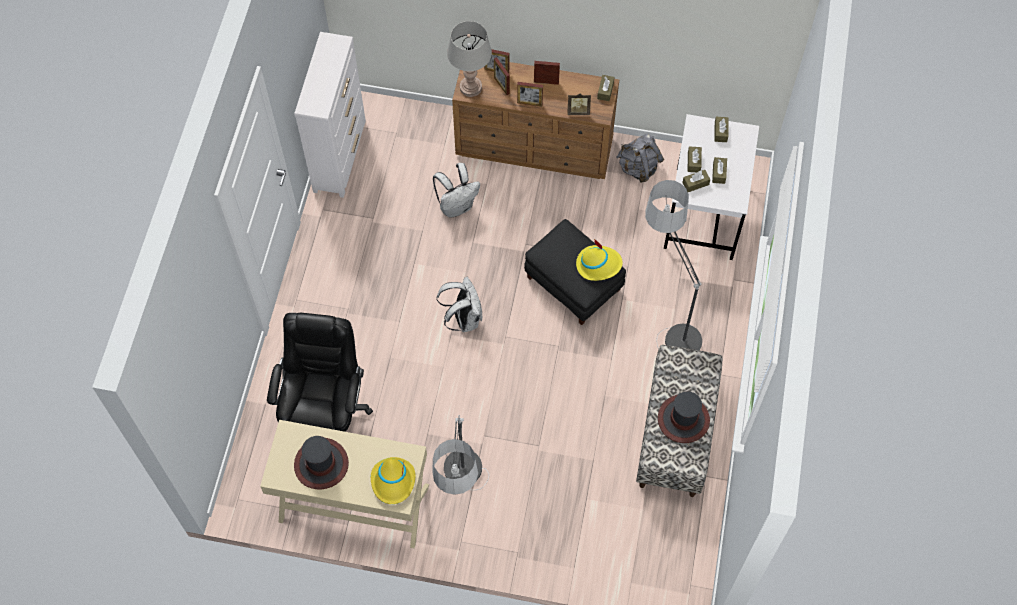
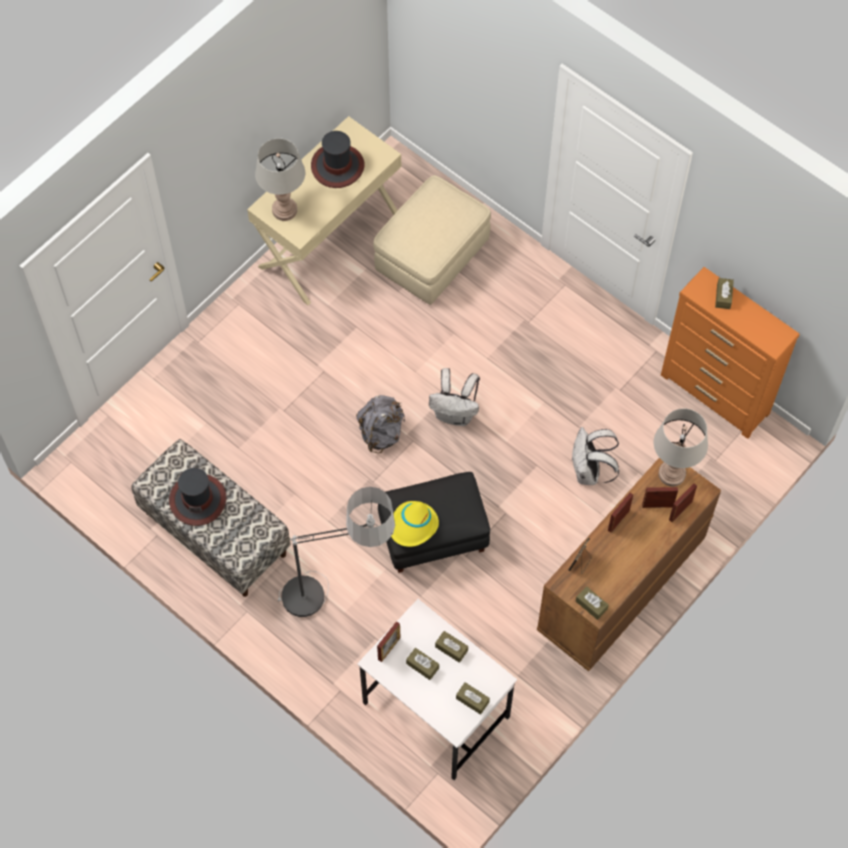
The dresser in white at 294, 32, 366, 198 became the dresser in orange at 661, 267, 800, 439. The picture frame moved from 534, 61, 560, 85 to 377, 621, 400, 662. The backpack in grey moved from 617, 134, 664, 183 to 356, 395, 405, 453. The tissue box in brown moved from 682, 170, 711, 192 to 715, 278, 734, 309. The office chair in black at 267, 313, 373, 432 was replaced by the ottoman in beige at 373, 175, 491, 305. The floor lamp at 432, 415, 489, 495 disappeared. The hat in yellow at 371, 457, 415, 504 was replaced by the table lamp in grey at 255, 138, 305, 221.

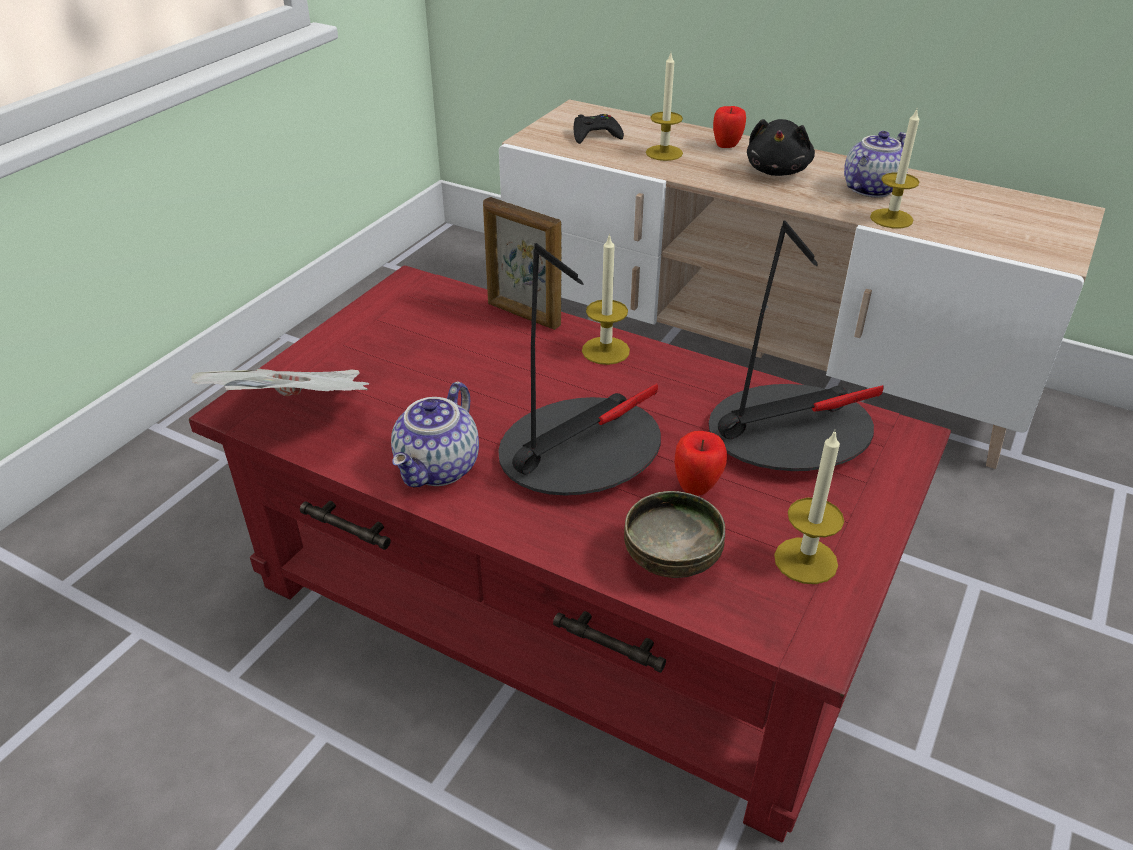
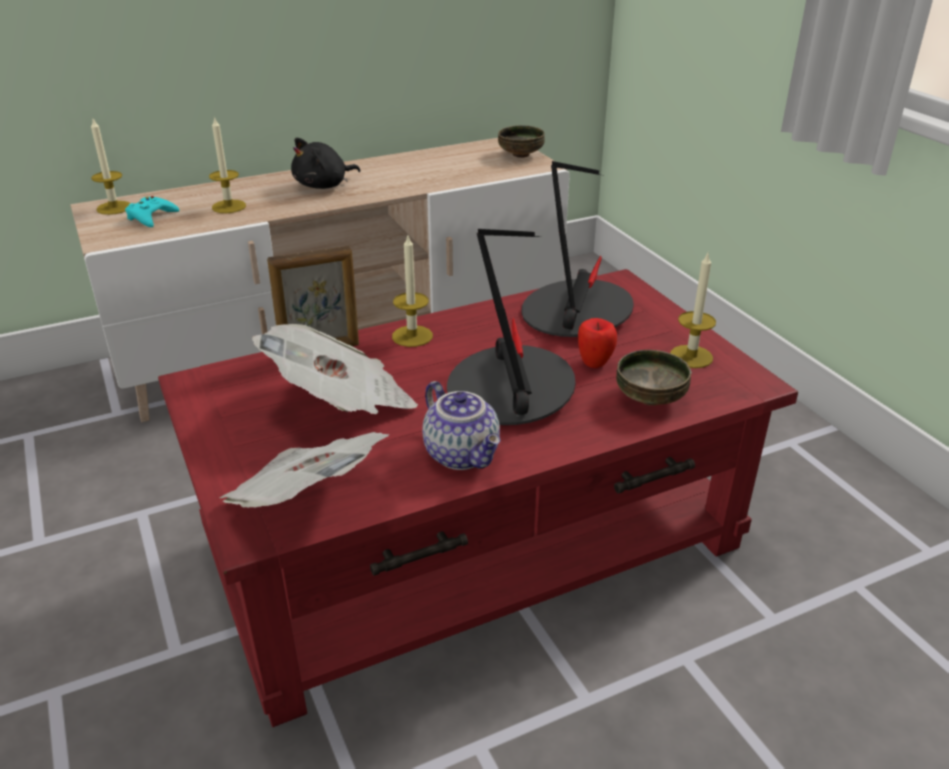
The apple at 713, 106, 746, 148 disappeared. The candle moved from 870, 109, 919, 228 to 91, 119, 131, 215. The game controller in black at 574, 114, 624, 144 became the game controller in turquoise at 125, 196, 179, 227. The plush toy in black at 747, 119, 815, 176 turned 90 degrees clockwise. The teapot at 844, 131, 908, 197 disappeared. The bowl at 498, 125, 545, 158 appeared. The newspaper at 252, 324, 418, 414 appeared.

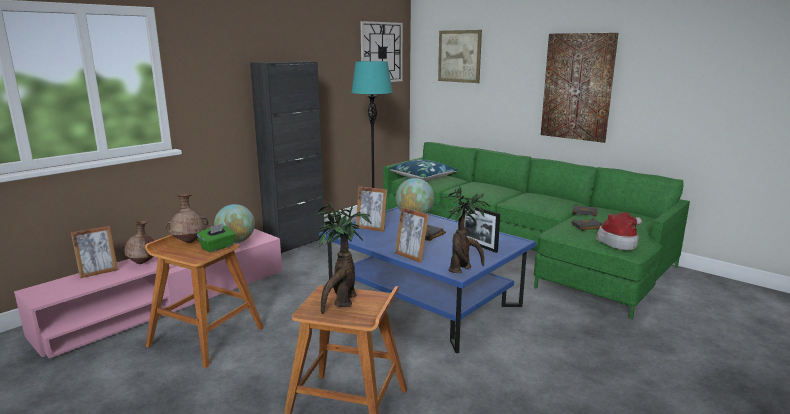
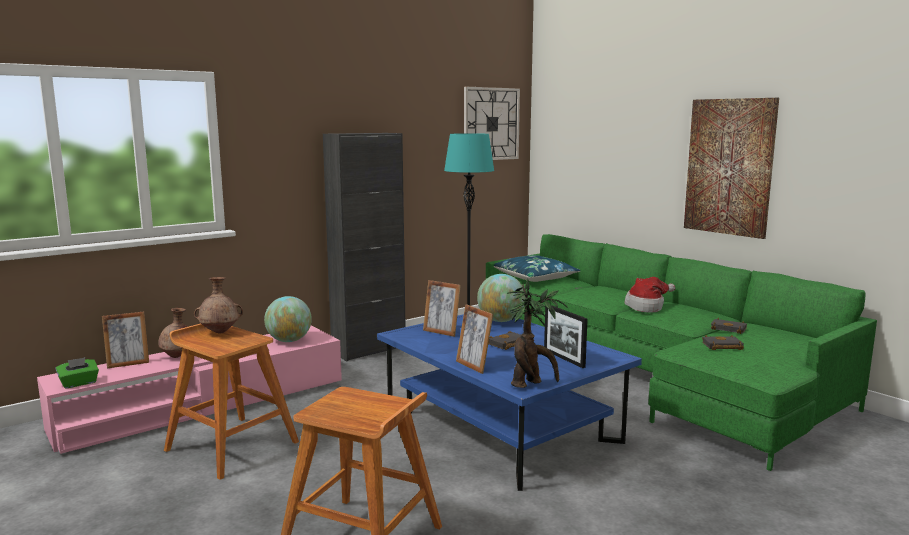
The picture at 438, 30, 482, 83 disappeared. The potted plant at 316, 200, 371, 314 disappeared. The hat moved from 596, 212, 642, 250 to 625, 277, 676, 313. The tissue box in green moved from 197, 223, 235, 252 to 55, 357, 99, 389.

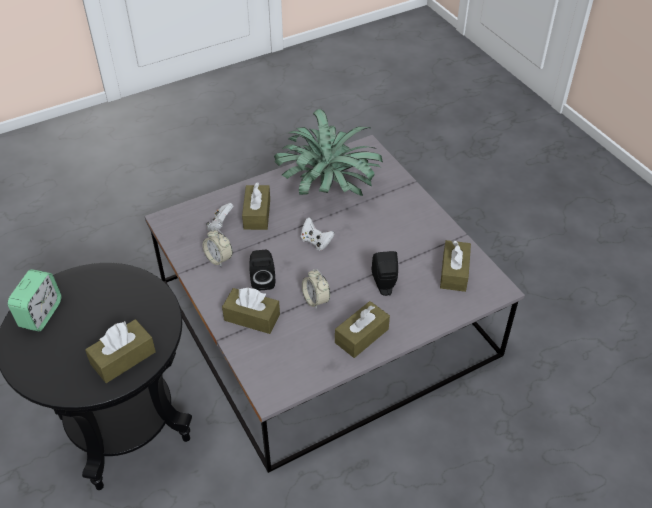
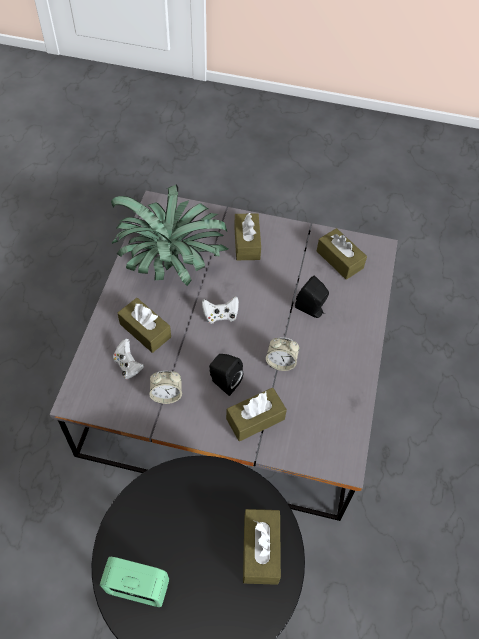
The alarm clock at 8, 269, 61, 331 turned 45 degrees counterclockwise. The tissue box in brown moved from 335, 301, 390, 358 to 234, 213, 261, 260.

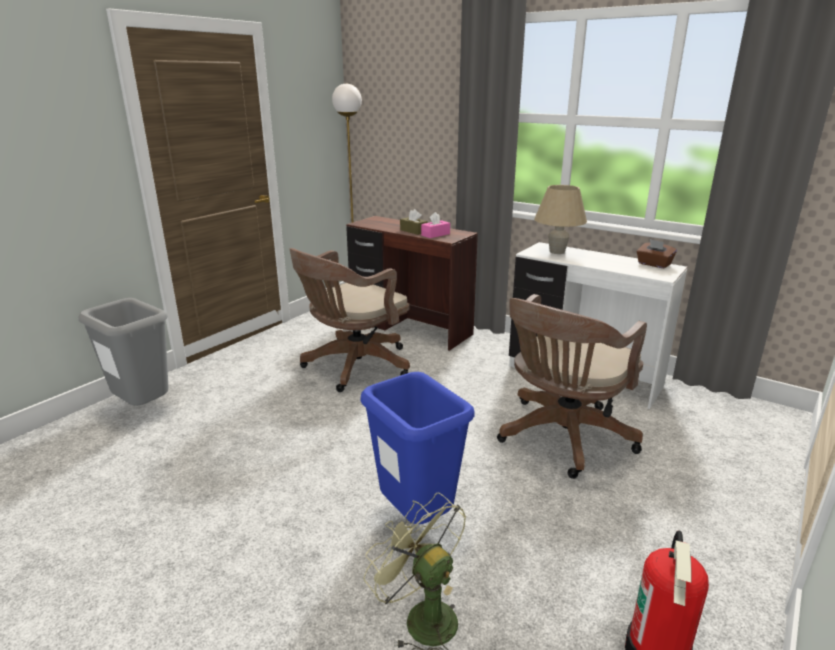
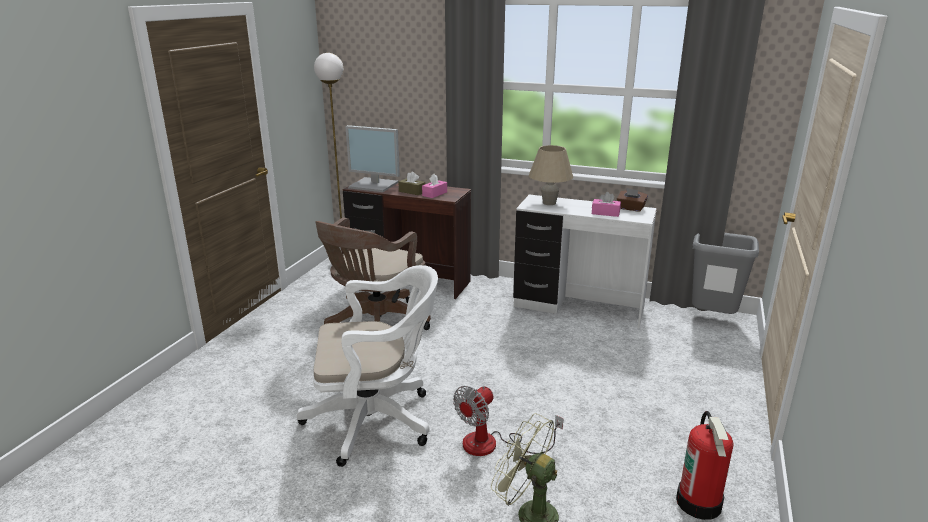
The office chair in brown at 497, 294, 647, 479 disappeared. The trash can in grey moved from 78, 298, 169, 405 to 692, 233, 759, 314. The trash can in blue at 361, 372, 474, 524 was replaced by the fan at 453, 386, 563, 456. The monitor at 345, 125, 400, 192 appeared. The tissue box in pink at 592, 192, 621, 217 appeared. The office chair in white at 297, 265, 438, 467 appeared.

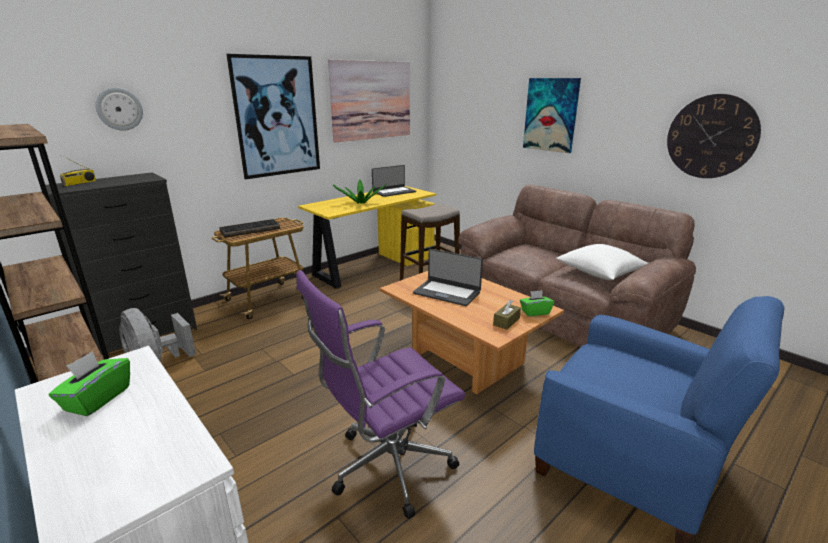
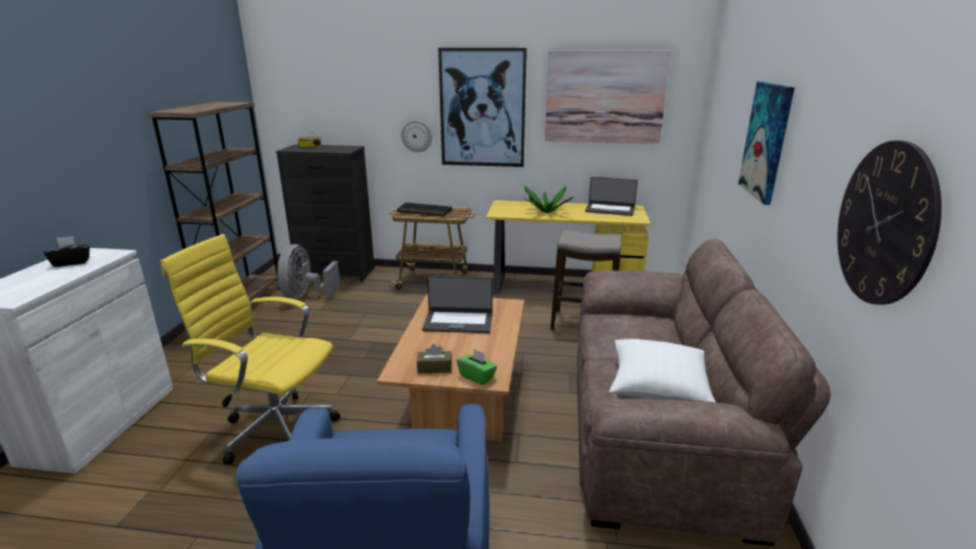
The wall clock moved from 95, 87, 143, 131 to 401, 120, 432, 152. The laptop at 413, 249, 483, 306 turned 75 degrees counterclockwise. The office chair in purple at 296, 270, 465, 519 became the office chair in yellow at 160, 234, 340, 465. The tissue box in green at 49, 351, 130, 416 became the tissue box in black at 43, 236, 90, 267.

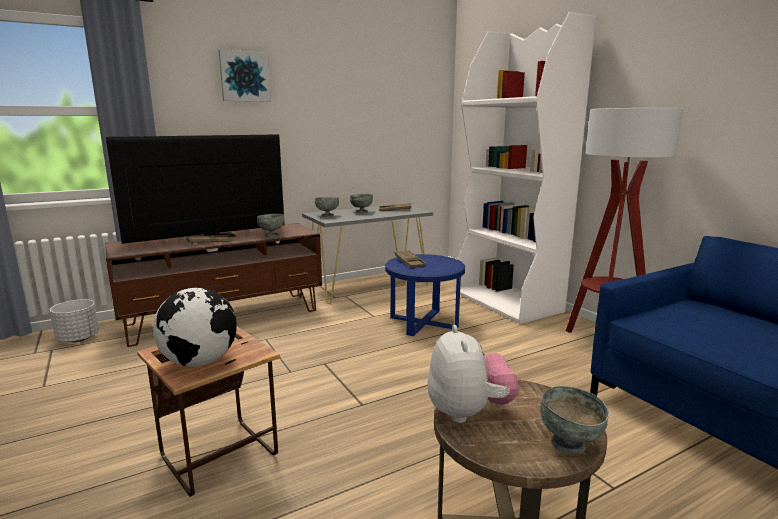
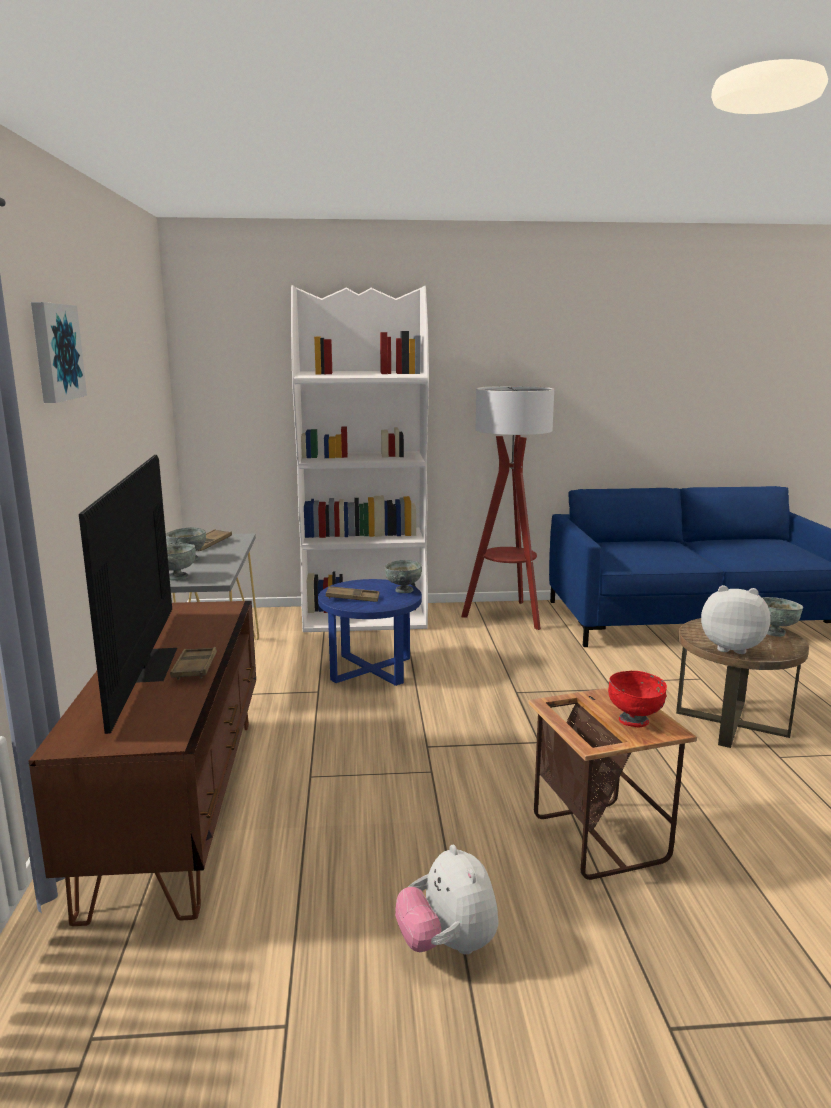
The bowl in grey moved from 257, 214, 284, 237 to 385, 560, 422, 593. The globe at 153, 287, 237, 367 was replaced by the bowl in red at 608, 671, 667, 727. The planter in white at 50, 299, 99, 343 disappeared. The plush toy at 395, 845, 498, 955 appeared.

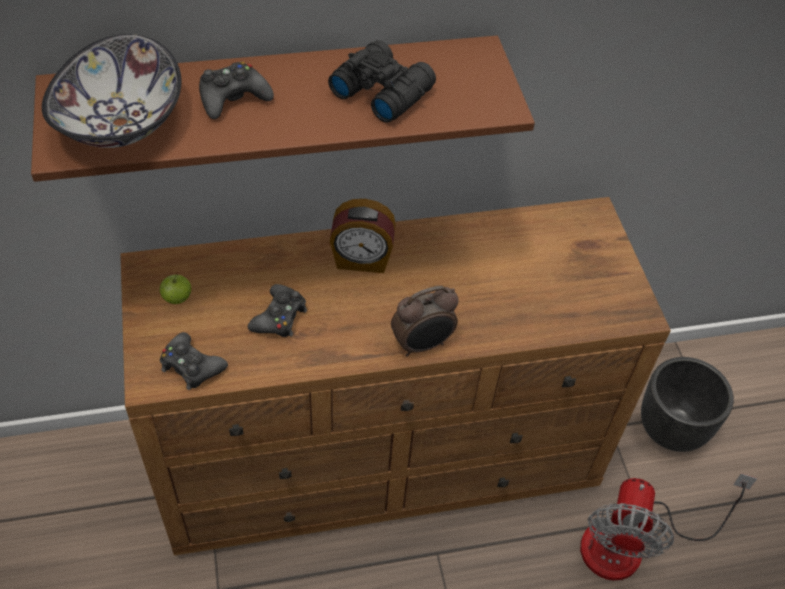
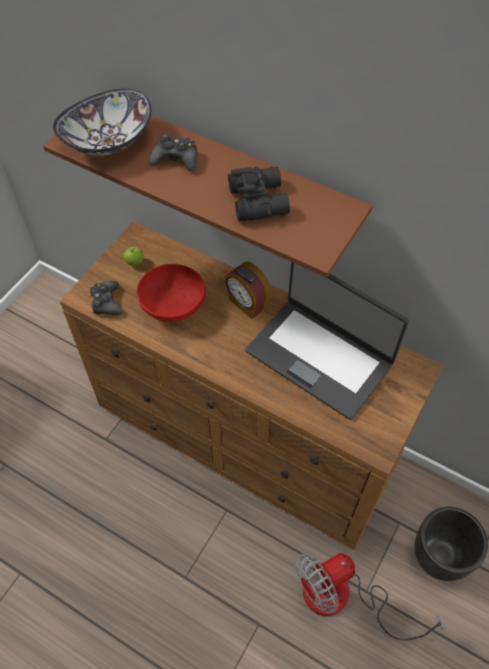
The game controller in black at 248, 284, 307, 337 was replaced by the bowl in red at 136, 264, 206, 322. The alarm clock at 391, 286, 459, 356 disappeared. The laptop at 245, 262, 409, 420 appeared.

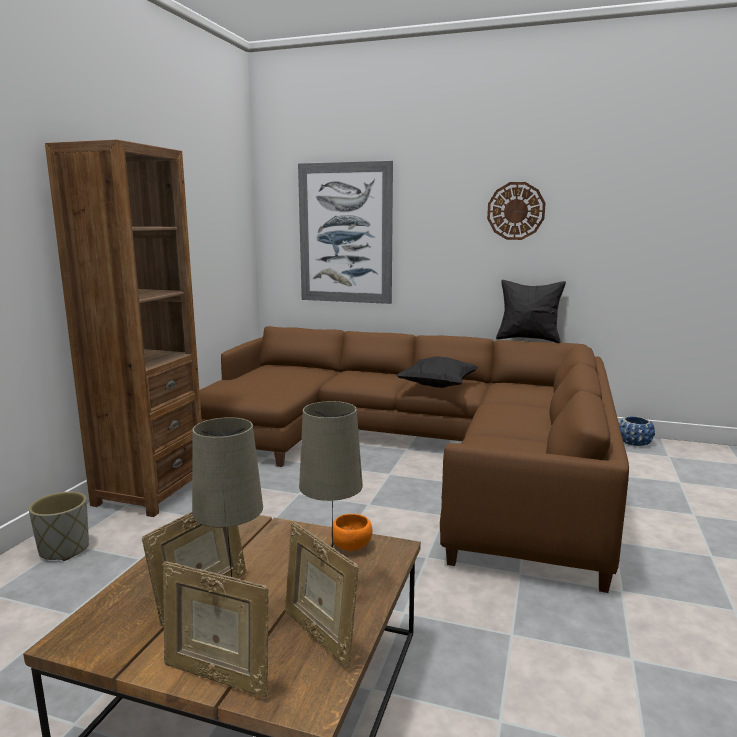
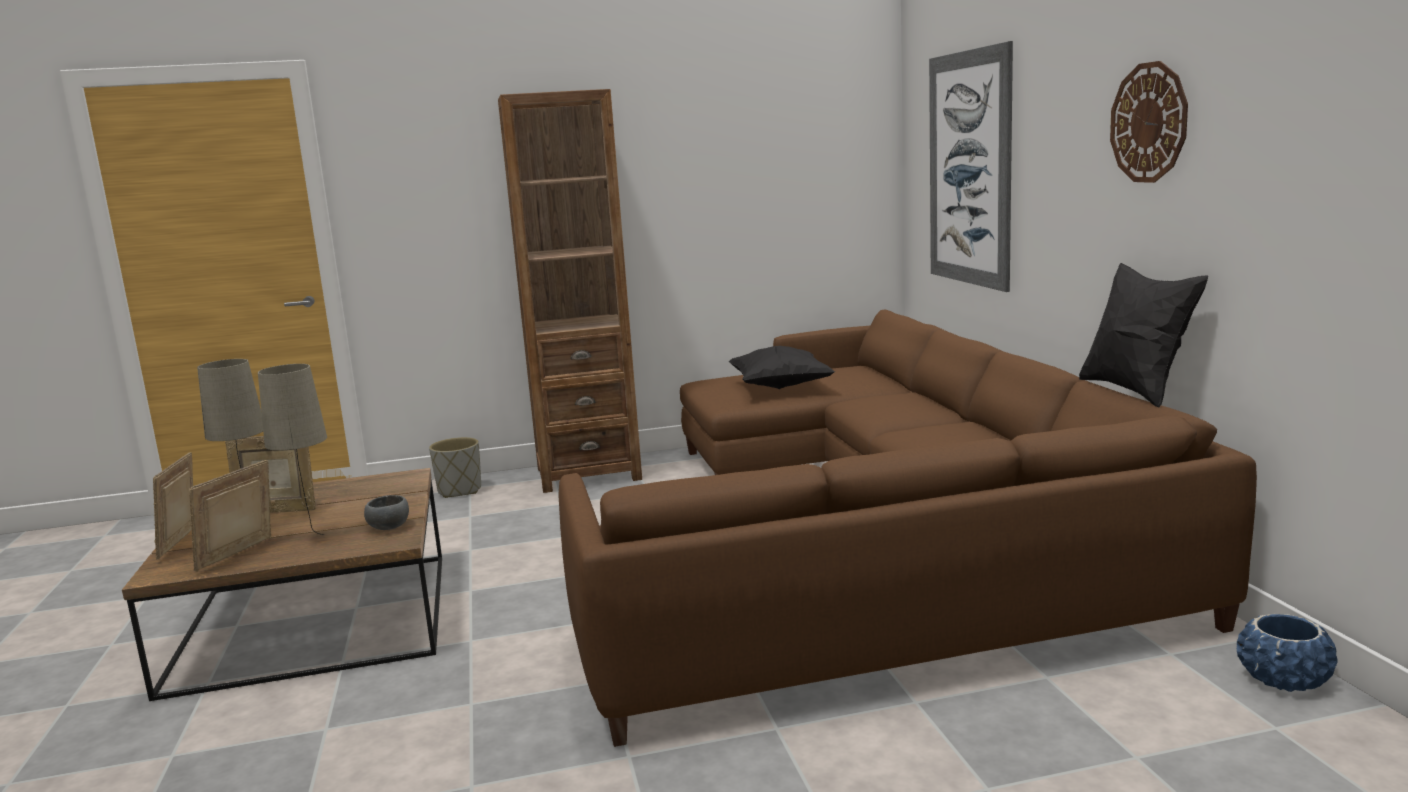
The pillow in black moved from 396, 356, 479, 388 to 729, 346, 835, 389. The bowl in orange at 331, 514, 372, 551 became the bowl in grey at 364, 495, 409, 530.

